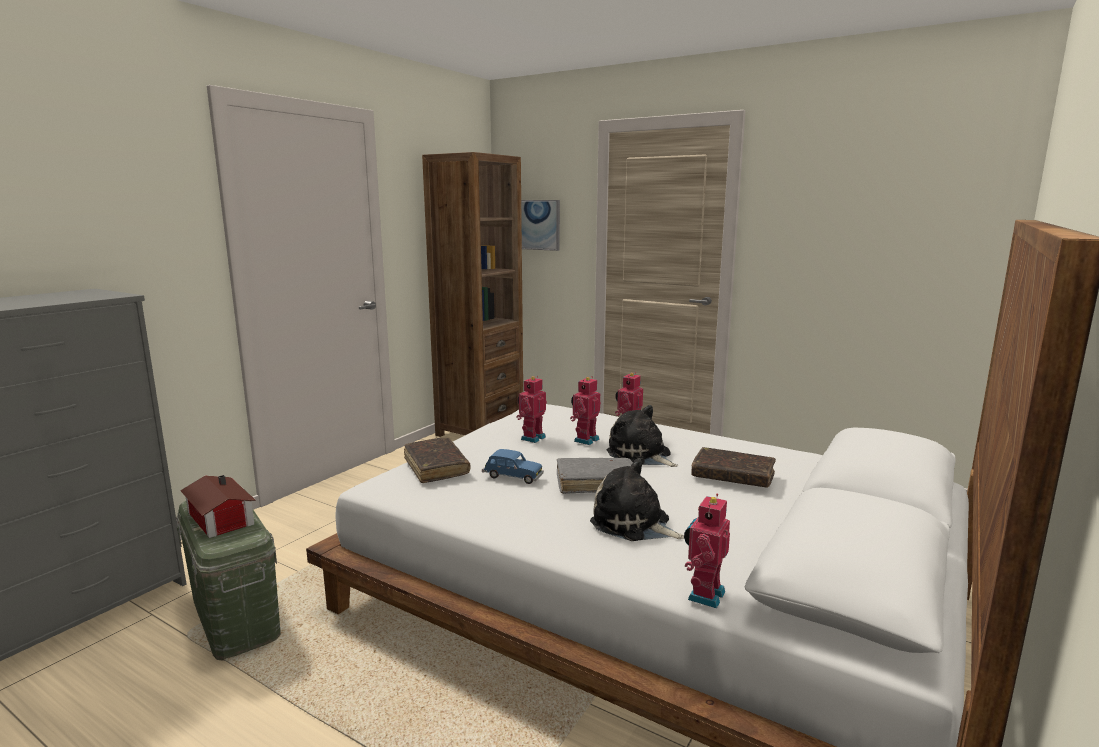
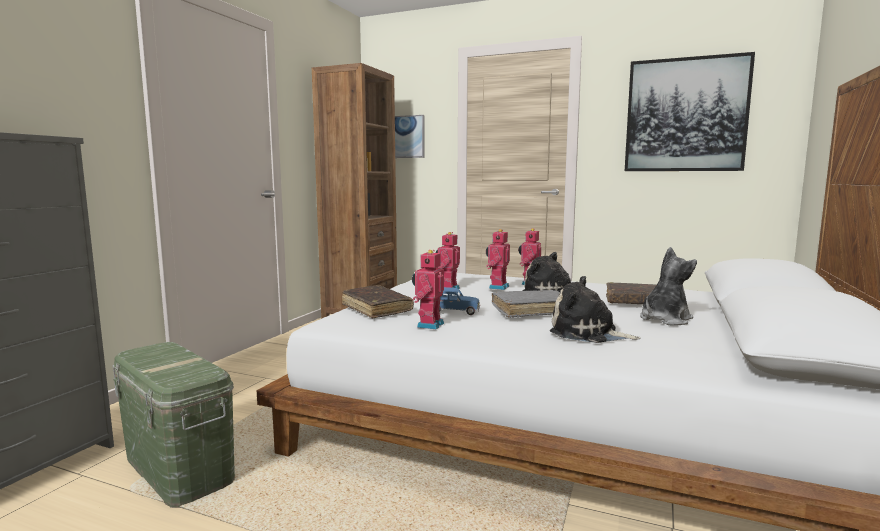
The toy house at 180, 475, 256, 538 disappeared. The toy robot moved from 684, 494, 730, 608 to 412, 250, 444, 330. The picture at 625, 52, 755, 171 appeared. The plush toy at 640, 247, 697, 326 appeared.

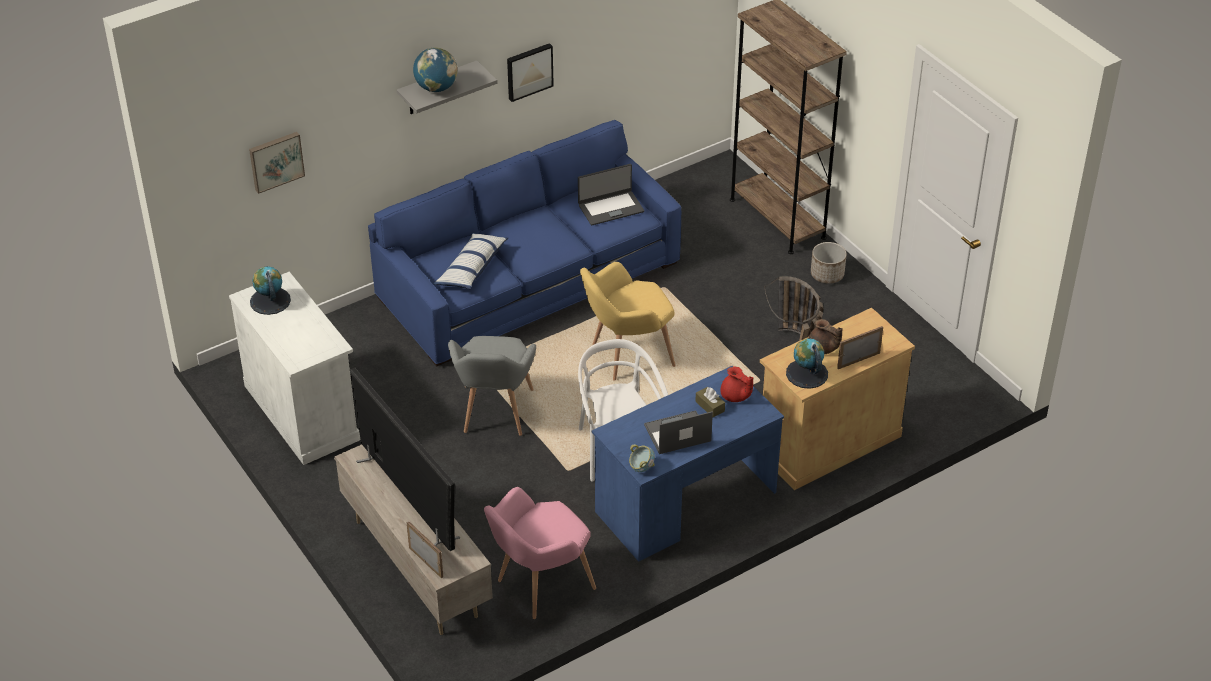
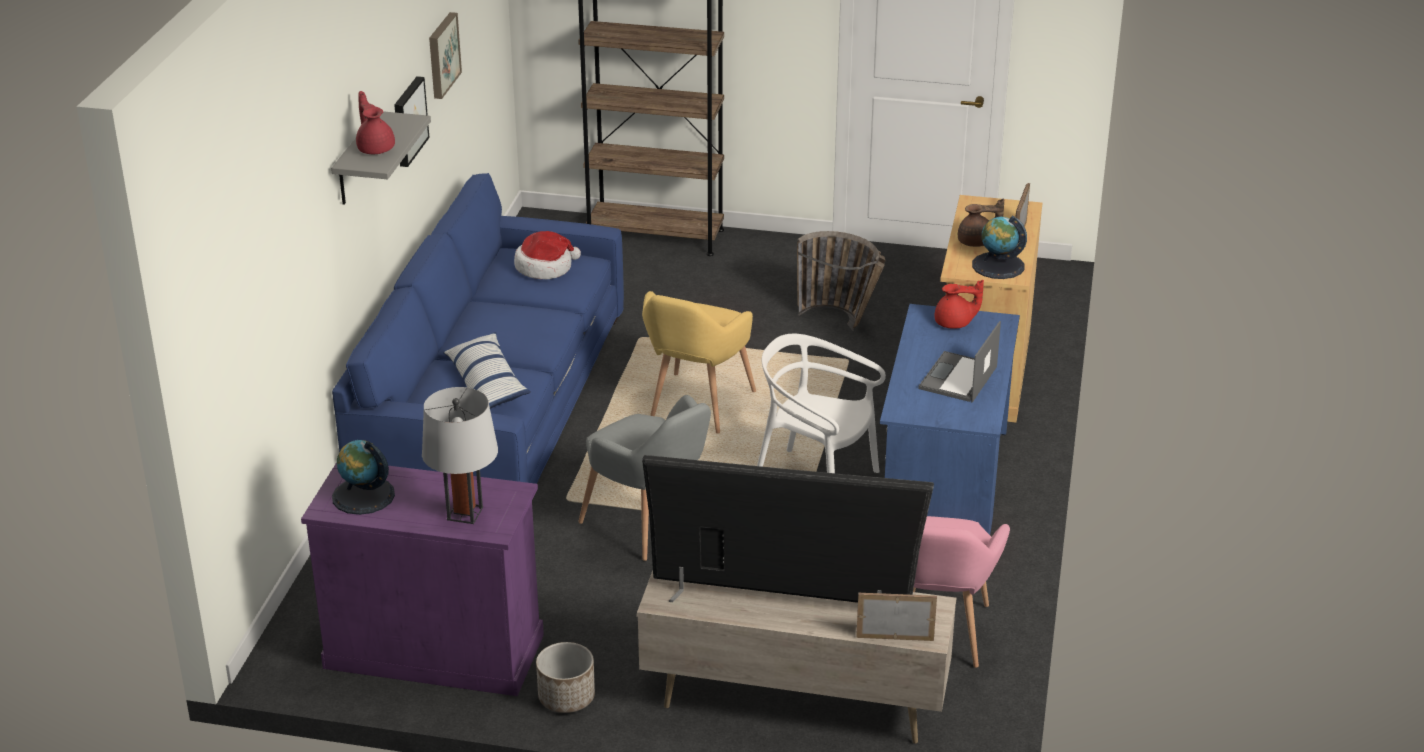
The globe at 413, 48, 458, 92 was replaced by the teapot in red at 356, 91, 395, 154. The picture moved from 249, 132, 305, 194 to 429, 12, 462, 99. The laptop at 578, 164, 644, 226 was replaced by the hat at 514, 231, 581, 279. The planter moved from 811, 242, 847, 284 to 536, 642, 595, 713. The cabinet in white at 229, 272, 360, 465 became the cabinet in purple at 301, 462, 544, 696. The tissue box in brown at 695, 387, 725, 417 disappeared. The bowl at 629, 444, 655, 472 disappeared. The table lamp in grey at 422, 387, 498, 524 appeared.

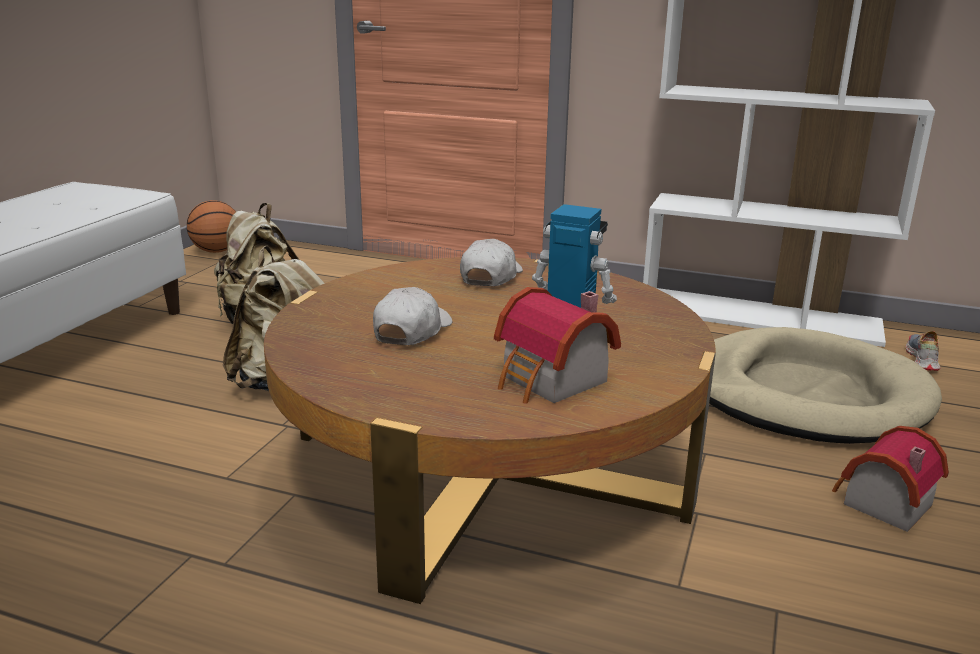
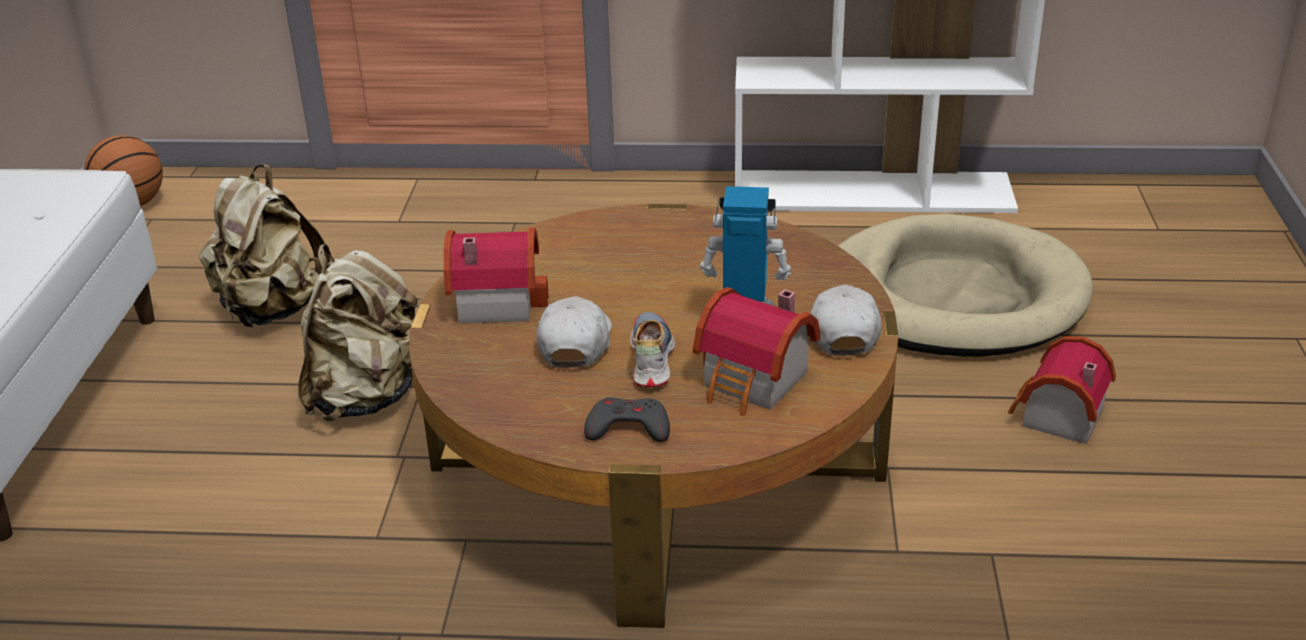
The cap in white moved from 460, 239, 523, 286 to 810, 285, 881, 356. The shoe moved from 906, 331, 940, 371 to 630, 312, 675, 388. The toy house at 444, 228, 549, 324 appeared. The game controller in grey at 584, 397, 670, 442 appeared.

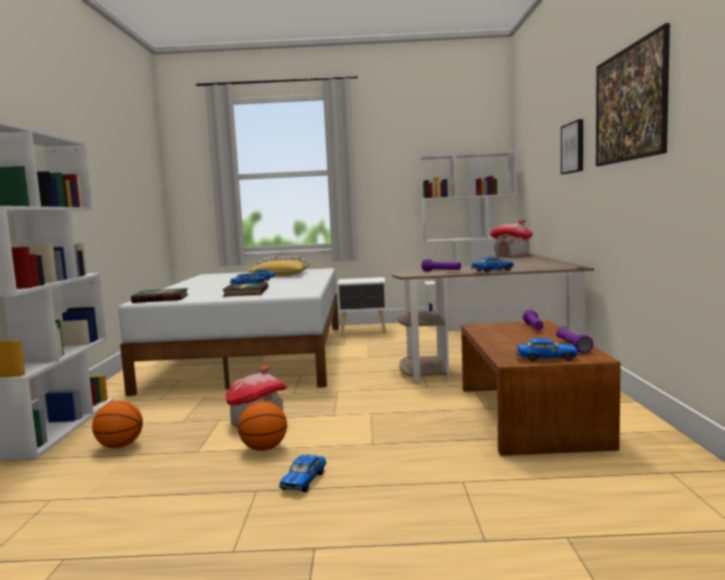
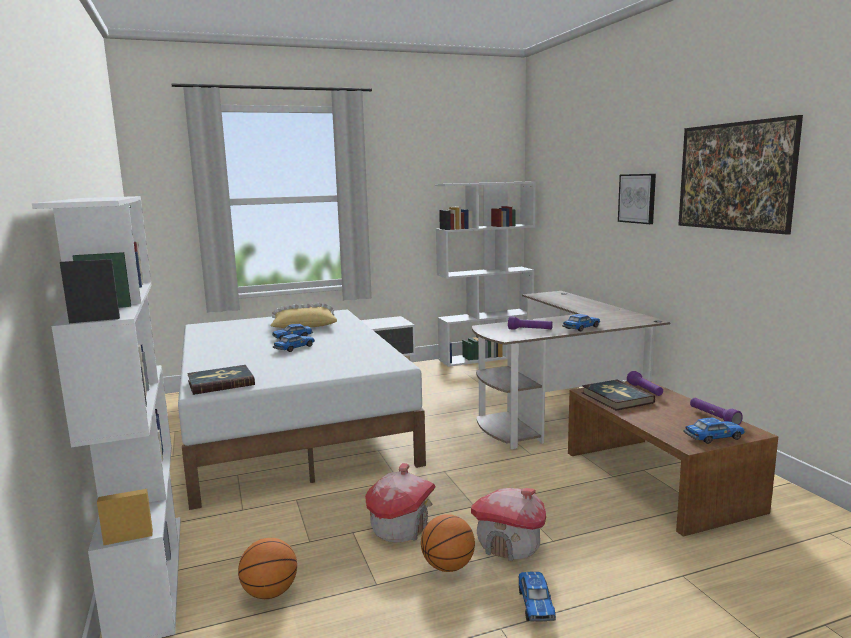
The toy house moved from 490, 220, 533, 257 to 471, 488, 546, 561. The book moved from 222, 282, 268, 297 to 582, 380, 655, 411.

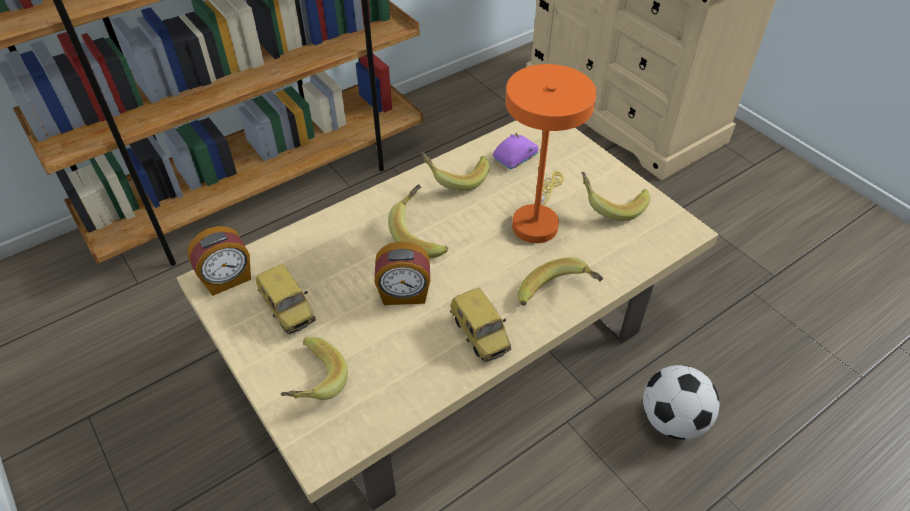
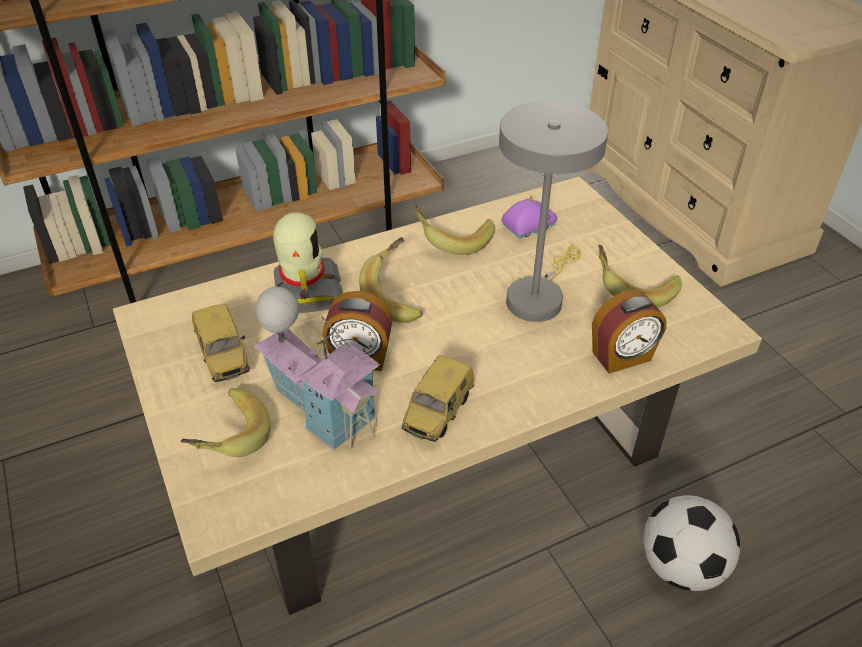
The table lamp in orange at 505, 64, 596, 243 became the table lamp in grey at 499, 101, 608, 322. The alarm clock moved from 187, 226, 251, 296 to 592, 290, 667, 374. The banana at 518, 257, 603, 306 disappeared. The toy car at 450, 287, 511, 362 turned 45 degrees clockwise. The toy robot at 273, 212, 343, 313 appeared. The toy house at 254, 287, 380, 451 appeared.

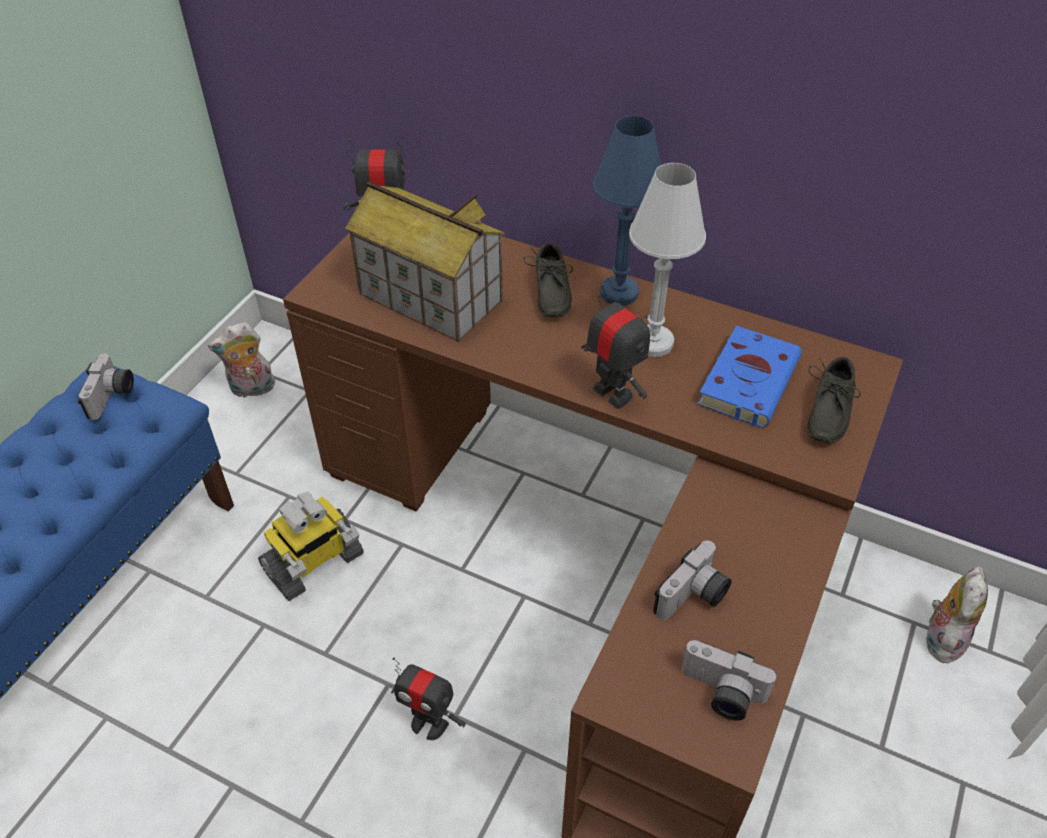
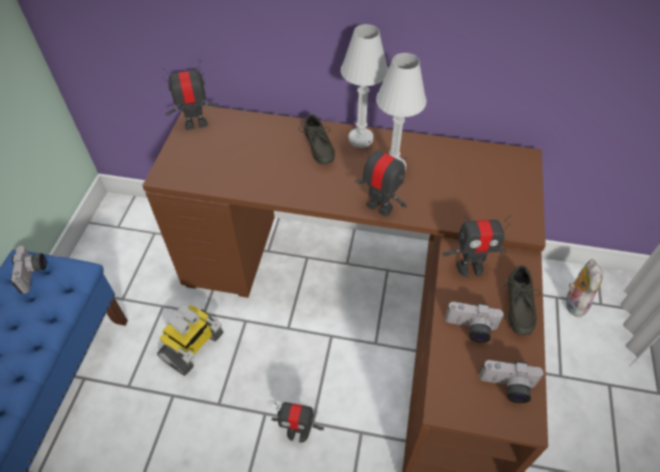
The table lamp in blue at 593, 116, 661, 306 became the table lamp in white at 341, 24, 388, 148. The toy house at 345, 182, 505, 342 disappeared. The plush toy at 208, 322, 275, 398 disappeared. The book in blue at 697, 326, 802, 428 disappeared. The shoe in grey moved from 807, 357, 861, 443 to 503, 265, 541, 335. The photo camera at 653, 540, 732, 620 turned 75 degrees clockwise. The toy robot at 443, 215, 511, 277 appeared.

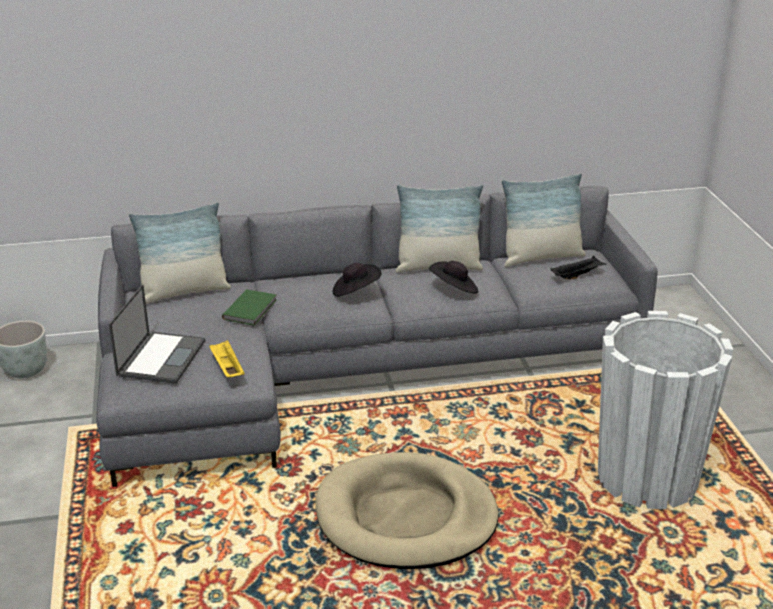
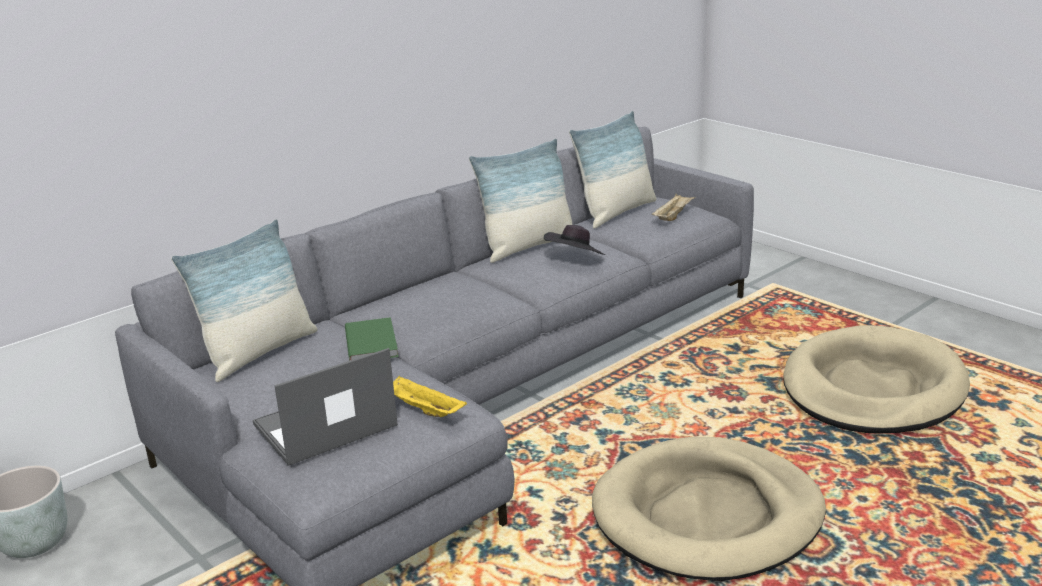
The tray in black at 551, 256, 607, 279 became the tray in beige at 651, 194, 696, 221. The hat in black at 333, 263, 382, 297 disappeared. The laptop at 109, 284, 205, 384 turned 105 degrees counterclockwise. The planter in white at 598, 311, 734, 509 was replaced by the dog bed in beige at 783, 325, 970, 433.

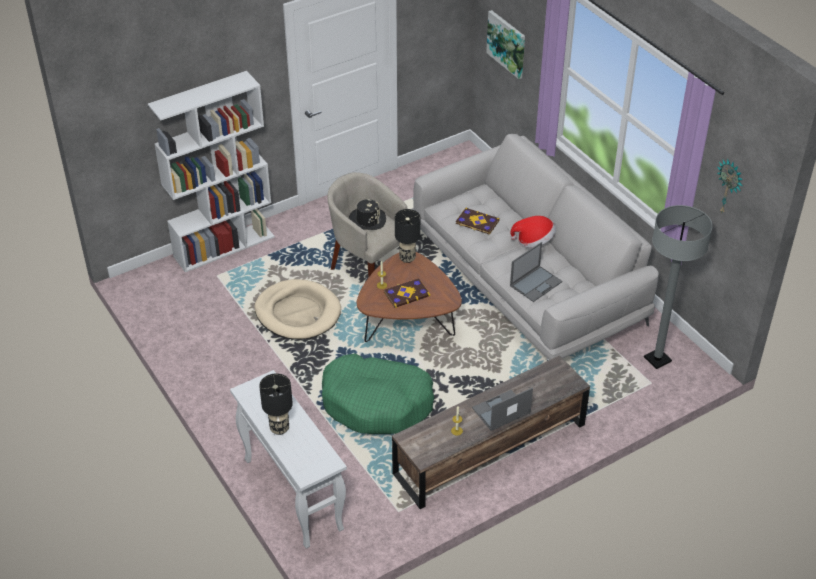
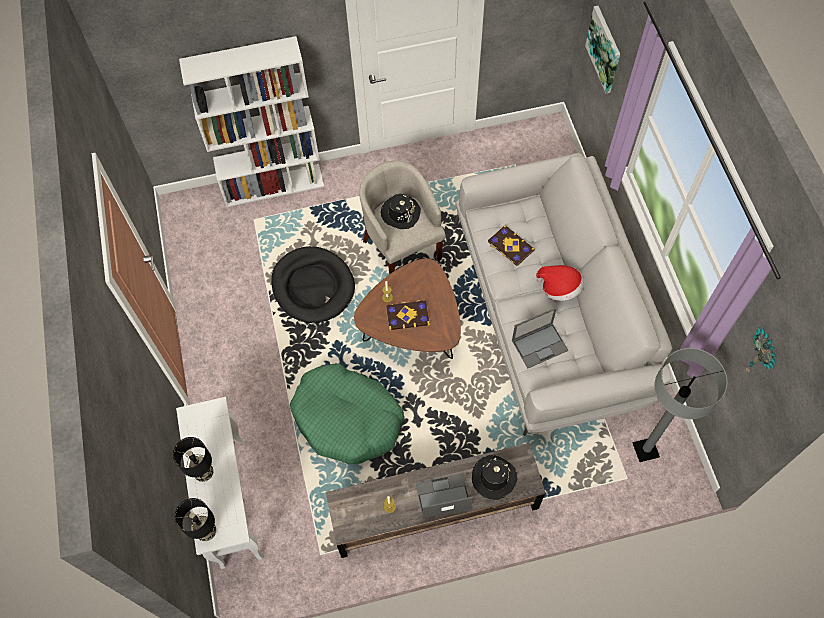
The table lamp in black moved from 395, 209, 420, 263 to 174, 498, 216, 541. The dog bed in beige at 254, 279, 341, 340 became the dog bed in black at 271, 246, 355, 323. The hat in black at 472, 455, 517, 500 appeared.

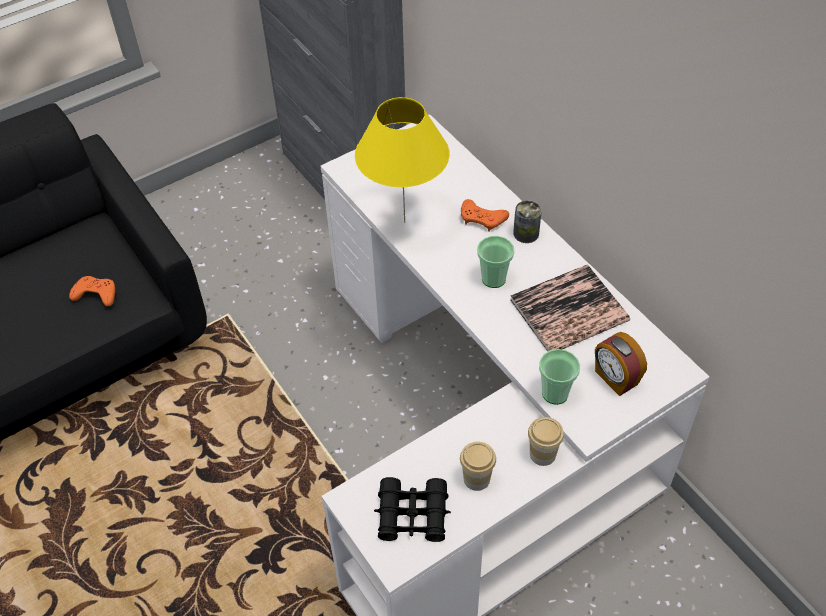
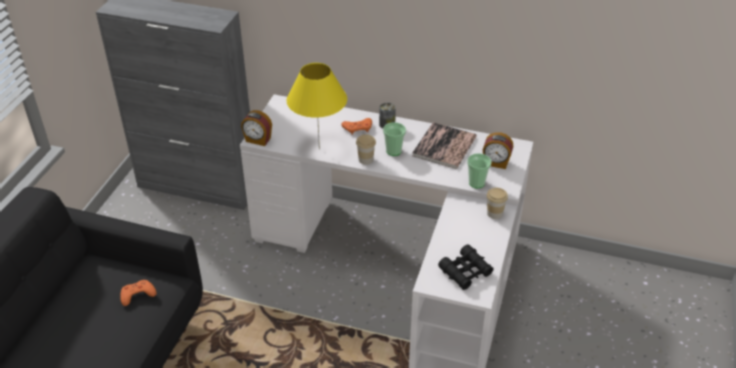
The cup moved from 460, 442, 496, 491 to 356, 134, 376, 165. The alarm clock at 241, 110, 272, 146 appeared.

